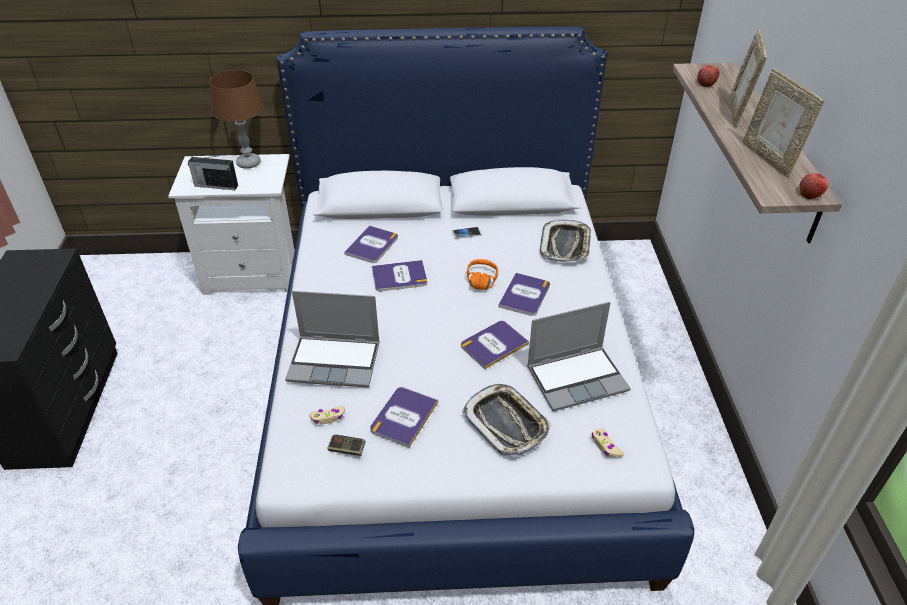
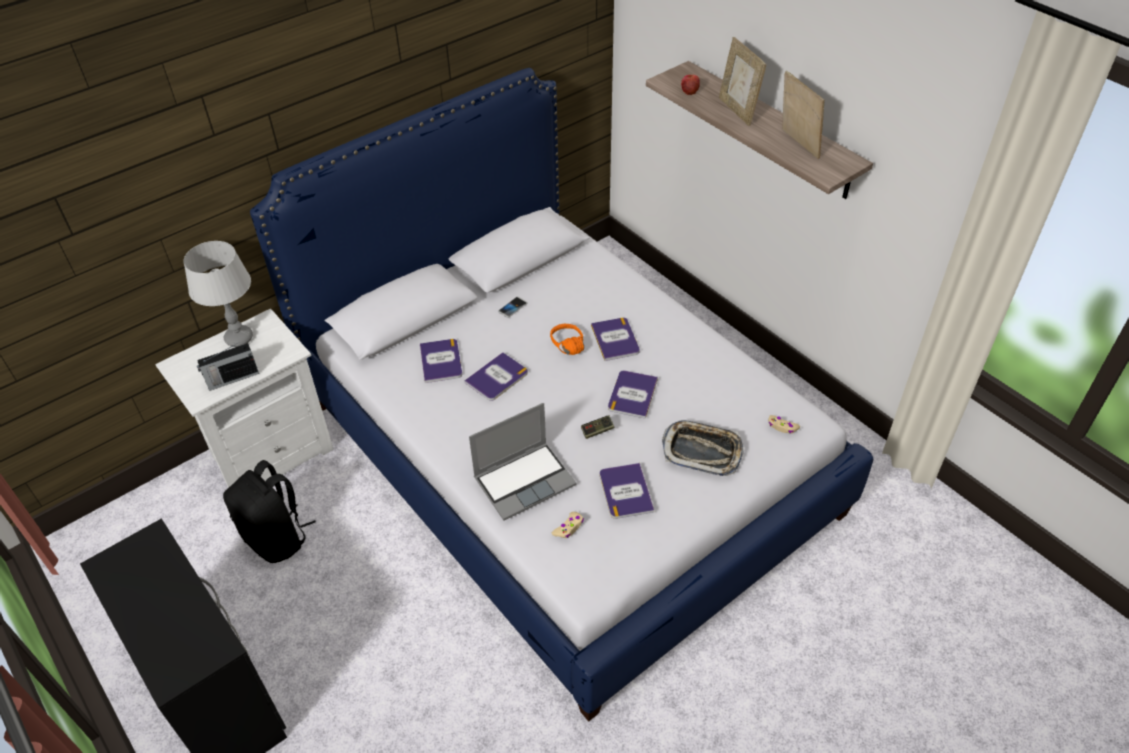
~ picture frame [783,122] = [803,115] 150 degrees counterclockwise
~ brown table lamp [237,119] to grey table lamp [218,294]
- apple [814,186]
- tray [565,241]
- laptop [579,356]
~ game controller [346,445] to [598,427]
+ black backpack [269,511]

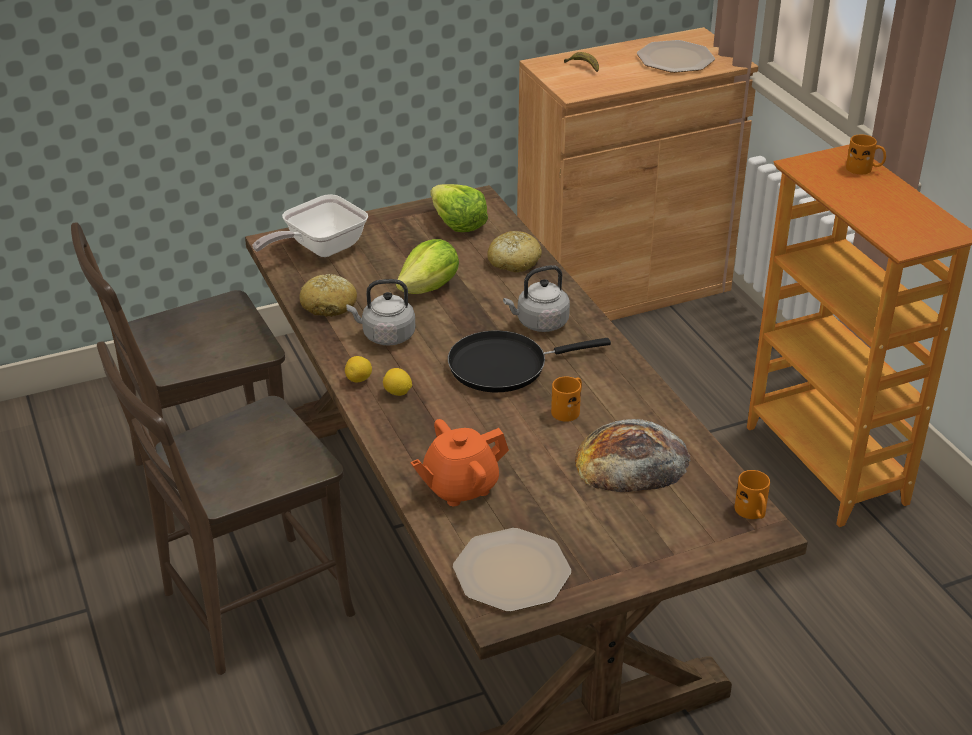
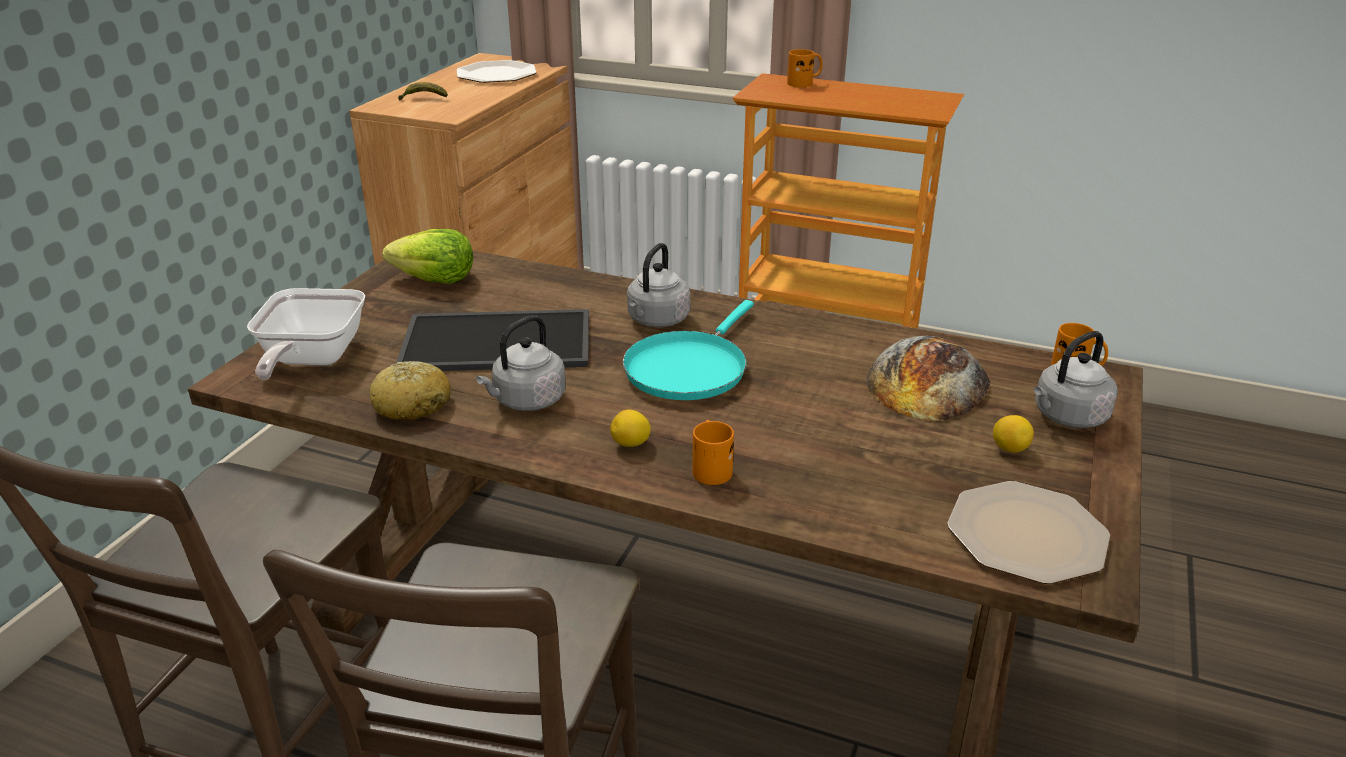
- bread [514,251]
~ lettuce [427,266] to tray [492,340]
~ black frying pan [529,361] to turquoise frying pan [688,350]
~ lemon [358,369] to [1013,434]
~ orange mug [566,399] to [713,452]
- orange teapot [459,462]
+ grey kettle [1076,379]

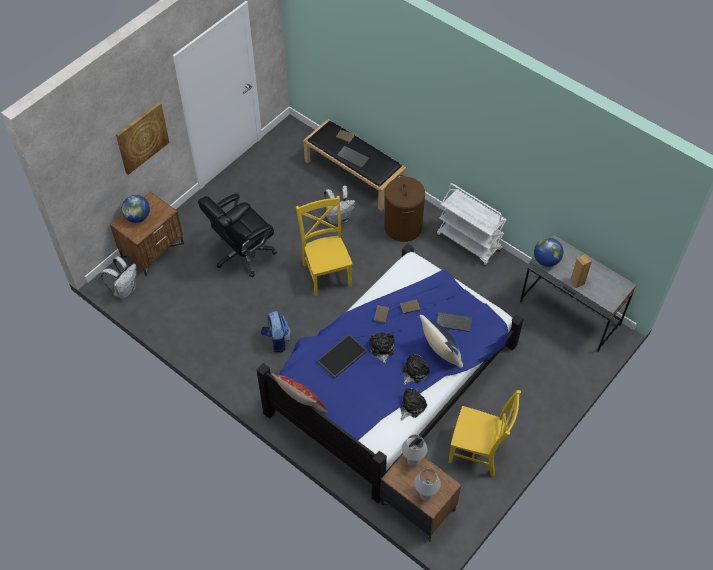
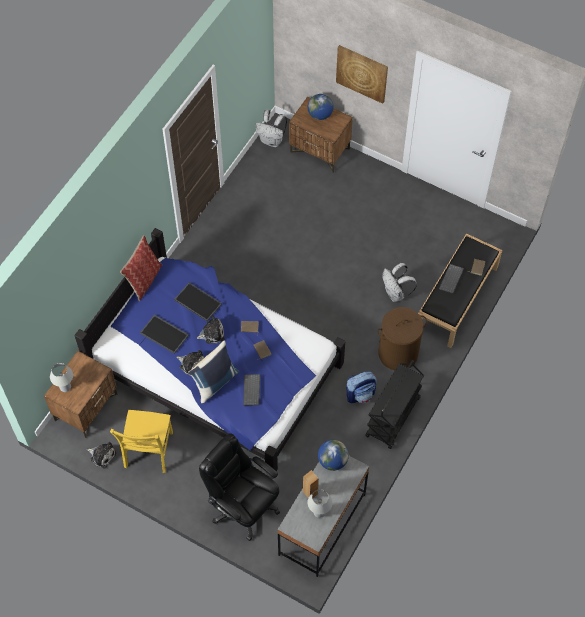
~ white cart [471,224] to black cart [394,404]
~ black office chair [237,235] to [239,487]
- yellow chair [324,246]
~ backpack [276,331] to [361,387]
~ plush toy [413,404] to [101,455]
~ white table lamp [415,450] to [320,503]
+ tray [164,334]

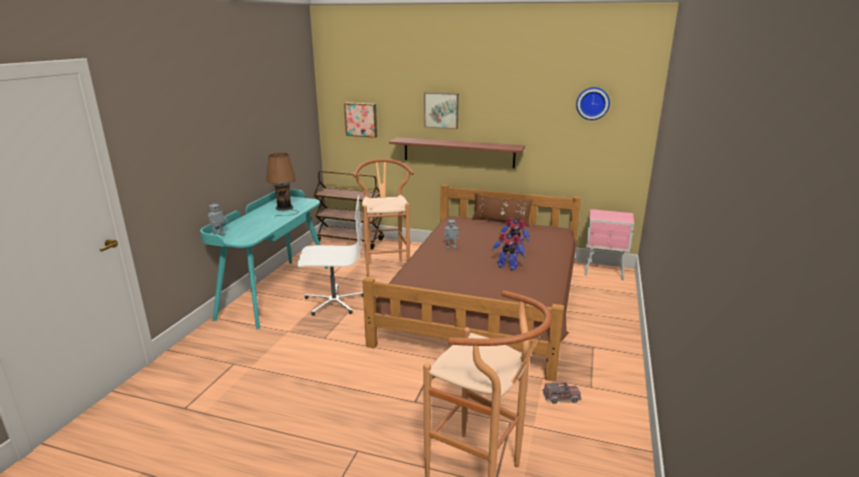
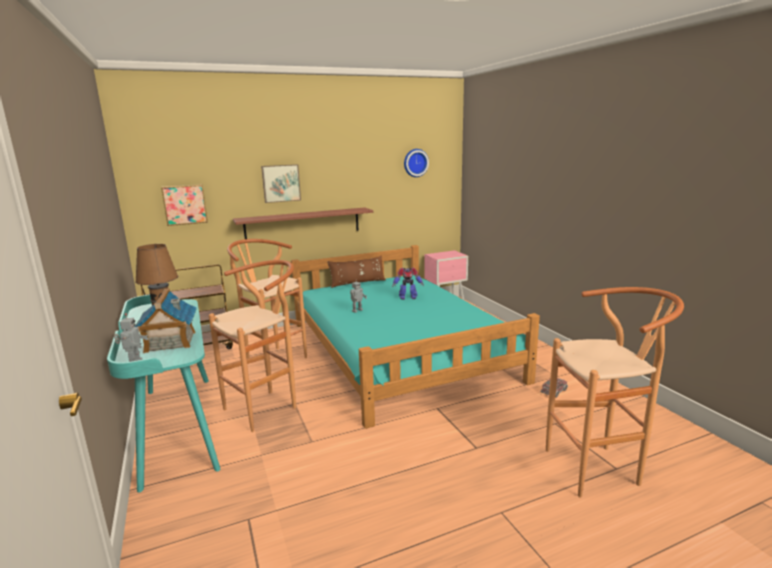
~ brown bed [471,283] to turquoise bed [415,337]
~ white office chair [330,256] to brown stool [252,346]
- toy robot [508,251]
+ toy house [165,320]

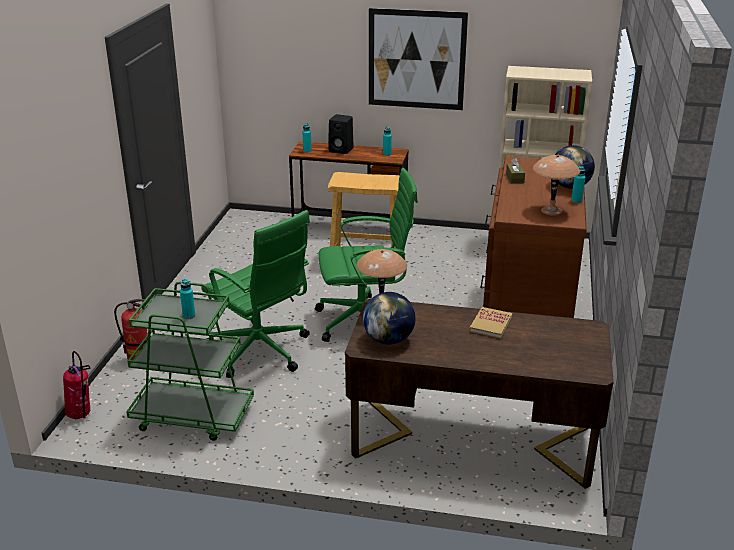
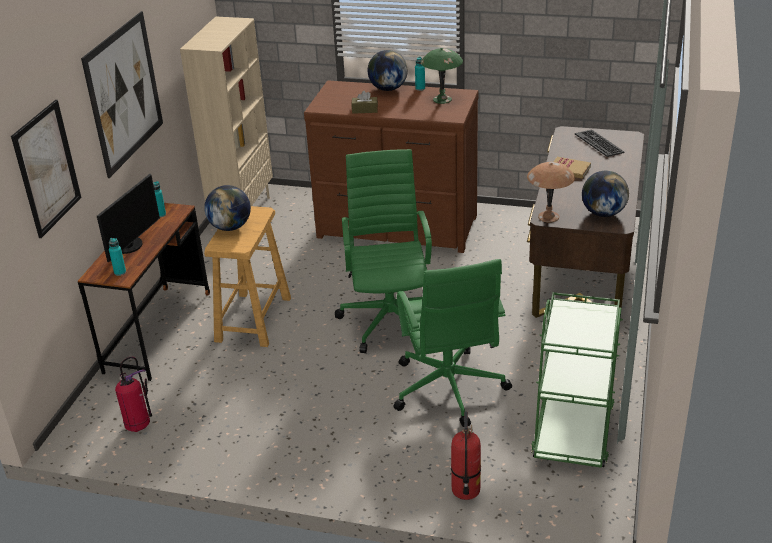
~ black speaker [341,134] to monitor [128,218]
~ brown table lamp [556,185] to green table lamp [442,76]
~ green office chair [255,294] = [453,343] 120 degrees clockwise
- turquoise bottle [187,299]
~ fire extinguisher [76,385] to [133,394]
+ picture [46,169]
+ keyboard [600,143]
+ globe [227,208]

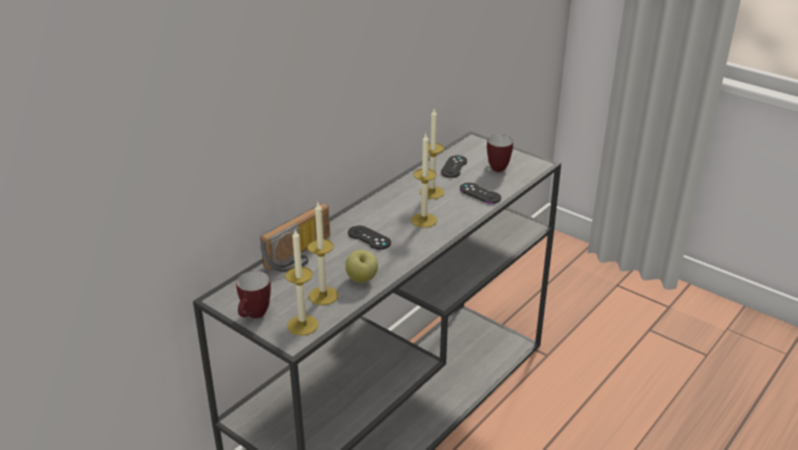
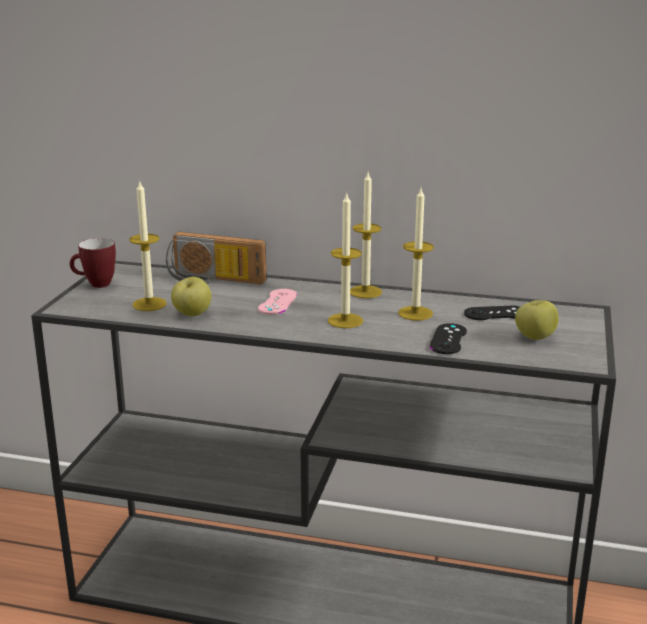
~ mug [500,153] to apple [537,320]
~ black game controller [369,238] to pink game controller [277,302]
~ candle [301,282] to [366,235]

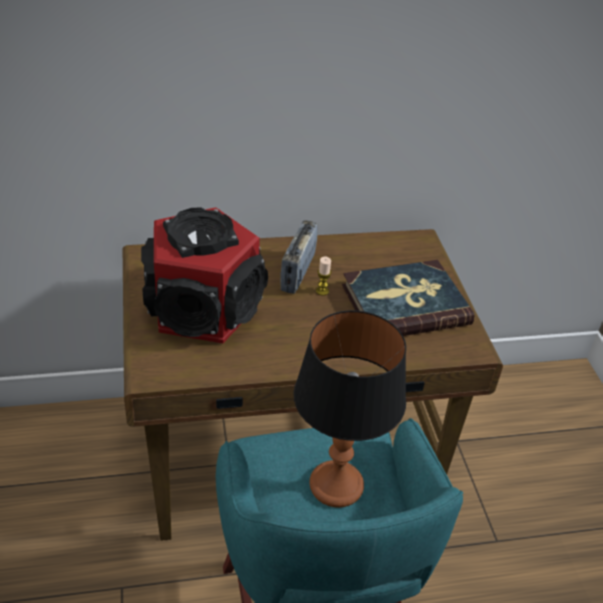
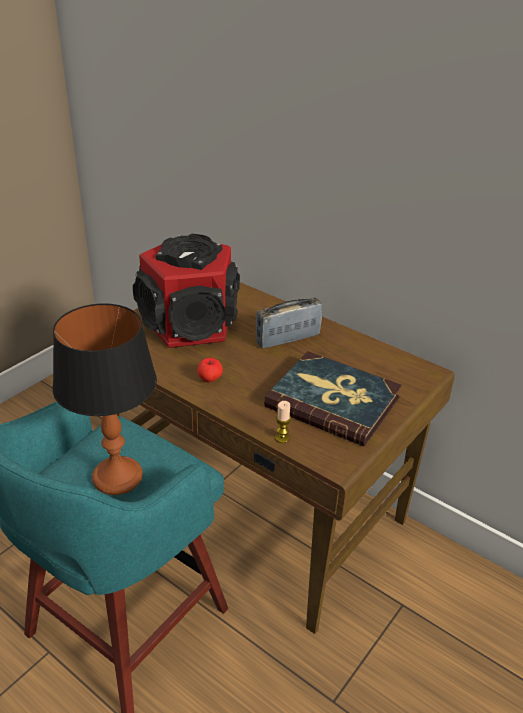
~ candle [323,276] to [283,422]
+ apple [210,370]

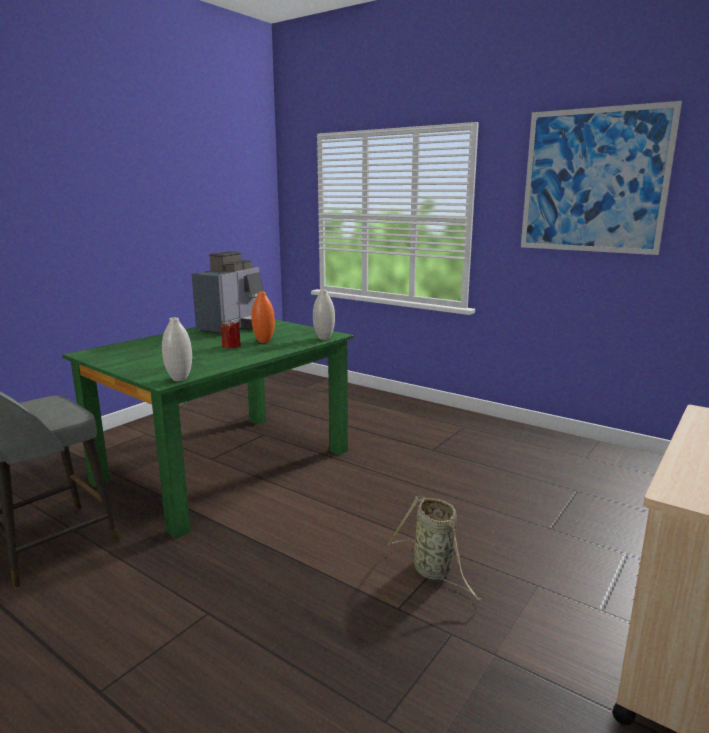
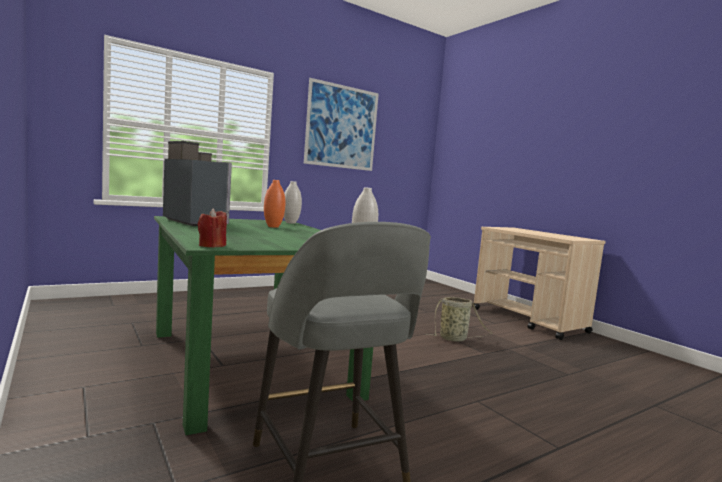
~ red candle [231,334] to [212,228]

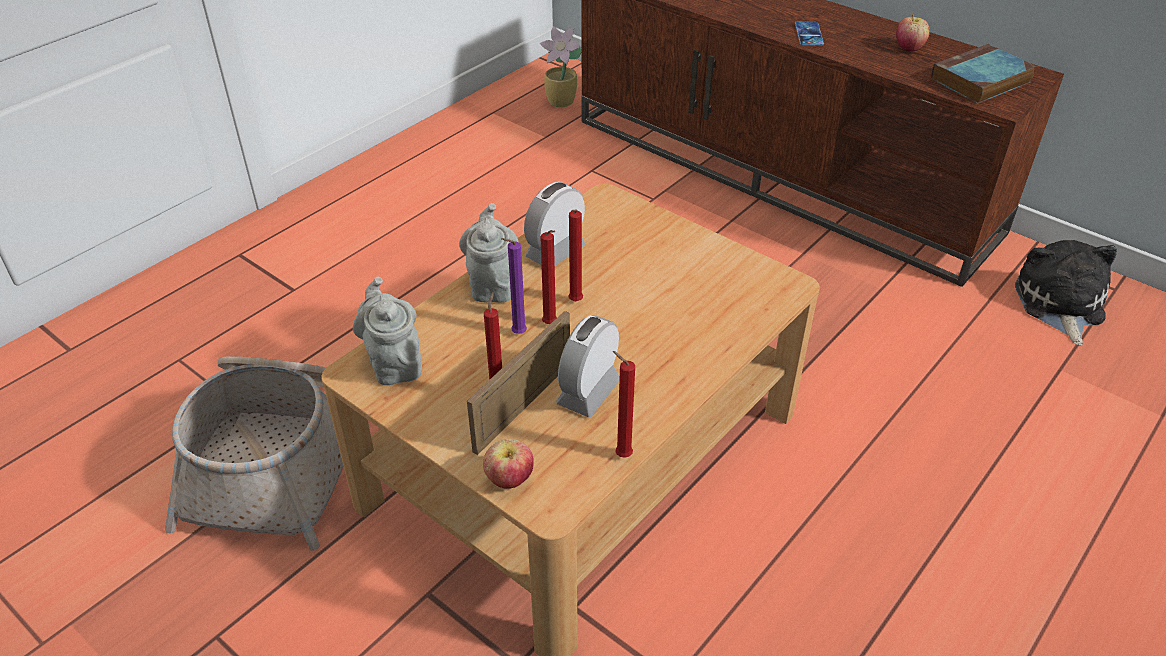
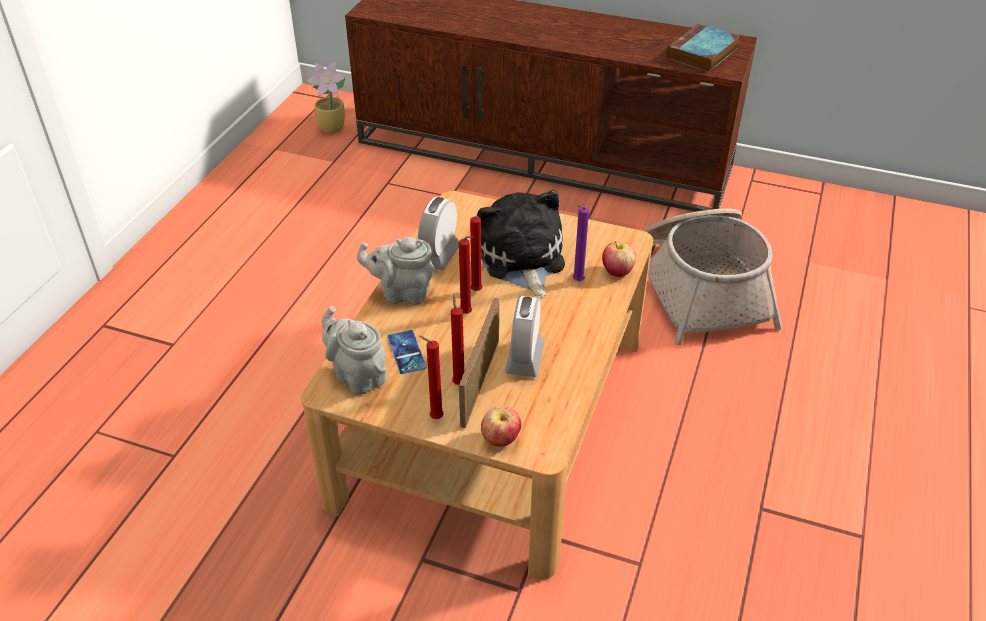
~ apple [913,33] to [619,259]
~ phone [809,33] to [407,352]
~ grey teapot [489,253] = [396,271] 60 degrees counterclockwise
~ purple candle [514,286] to [581,243]
~ plush toy [1066,292] to [521,244]
~ red candle [624,404] to [431,377]
~ basket [254,453] to [713,276]

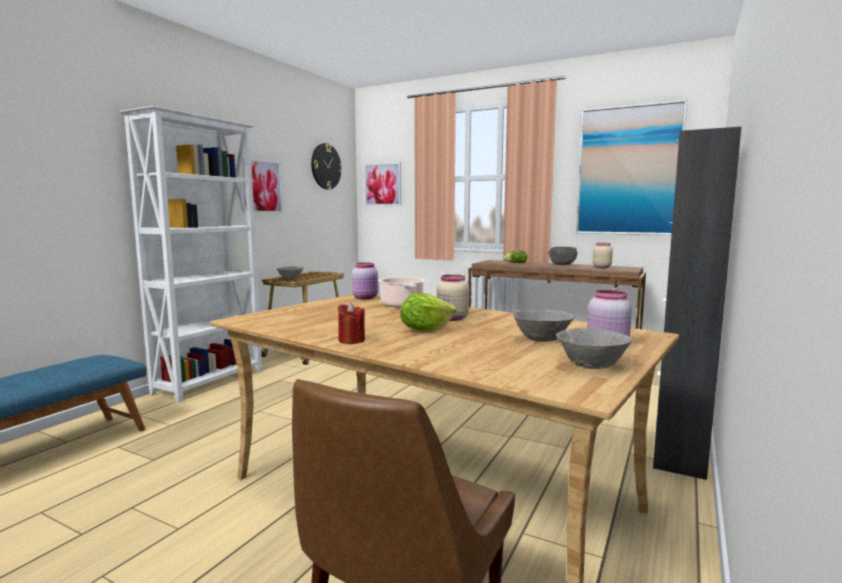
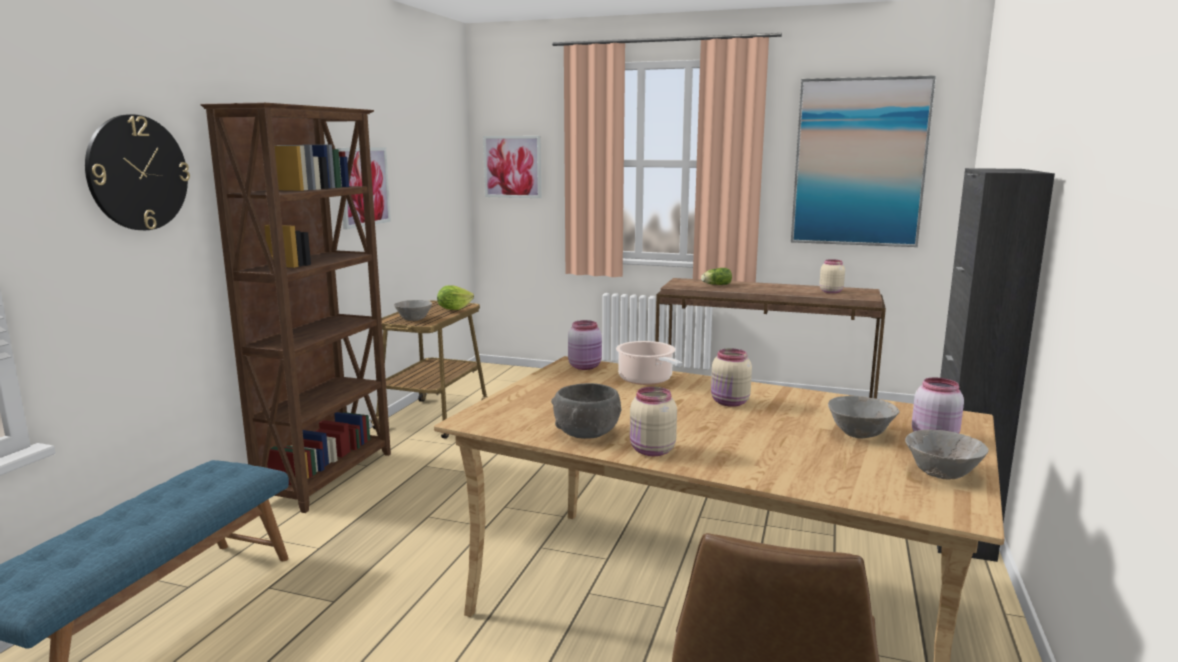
~ white bookcase [191,254] to brown bookcase [295,307]
~ wall clock [326,166] to [137,172]
~ grey bowl [563,256] to [586,411]
~ lettuce [428,312] to [455,298]
~ red candle [351,323] to beige jar [653,421]

